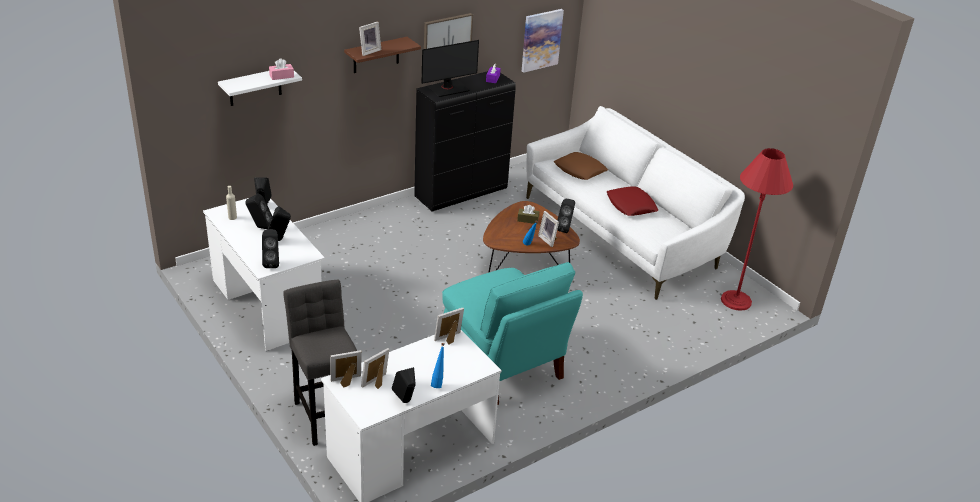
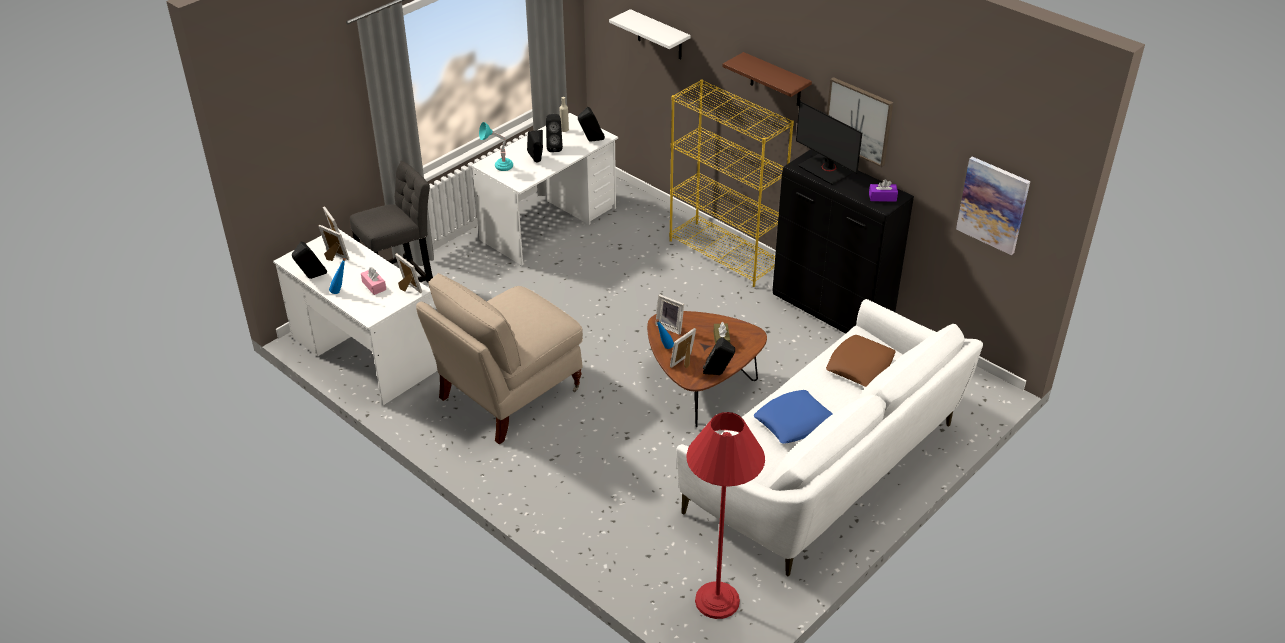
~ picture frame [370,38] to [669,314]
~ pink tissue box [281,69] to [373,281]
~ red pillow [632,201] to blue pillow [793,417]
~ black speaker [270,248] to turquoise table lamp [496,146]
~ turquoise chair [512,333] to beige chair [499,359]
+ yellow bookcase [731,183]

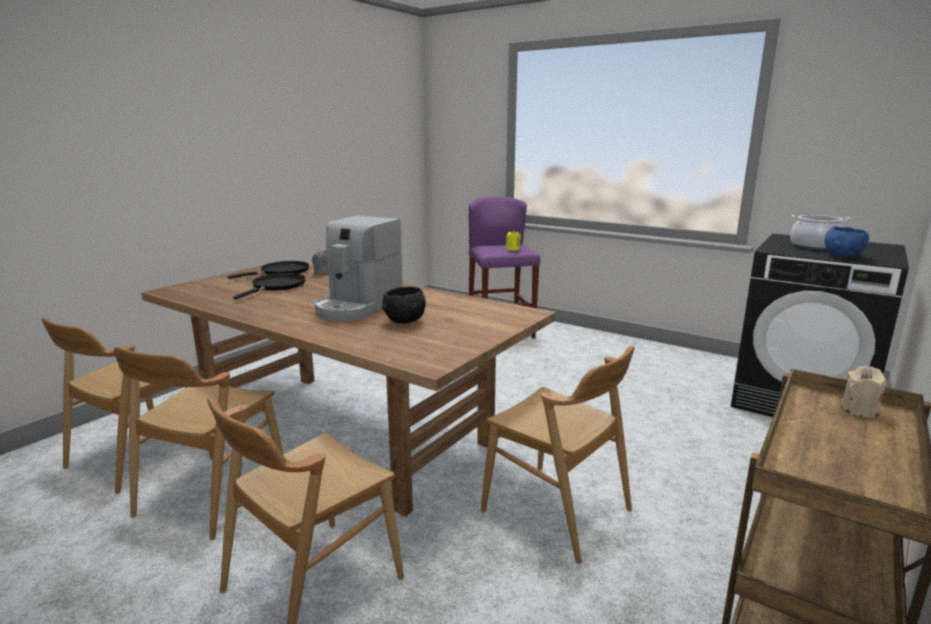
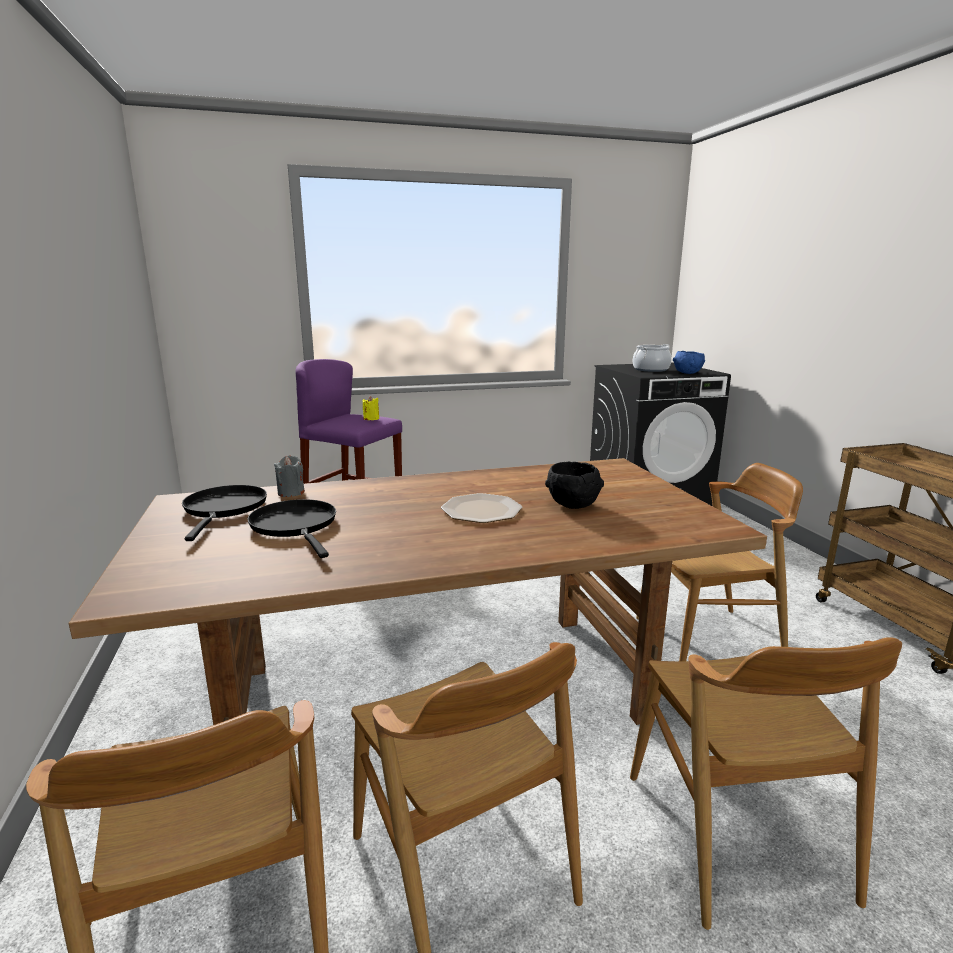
~ coffee machine [358,268] to plate [482,508]
- beige candle [863,392]

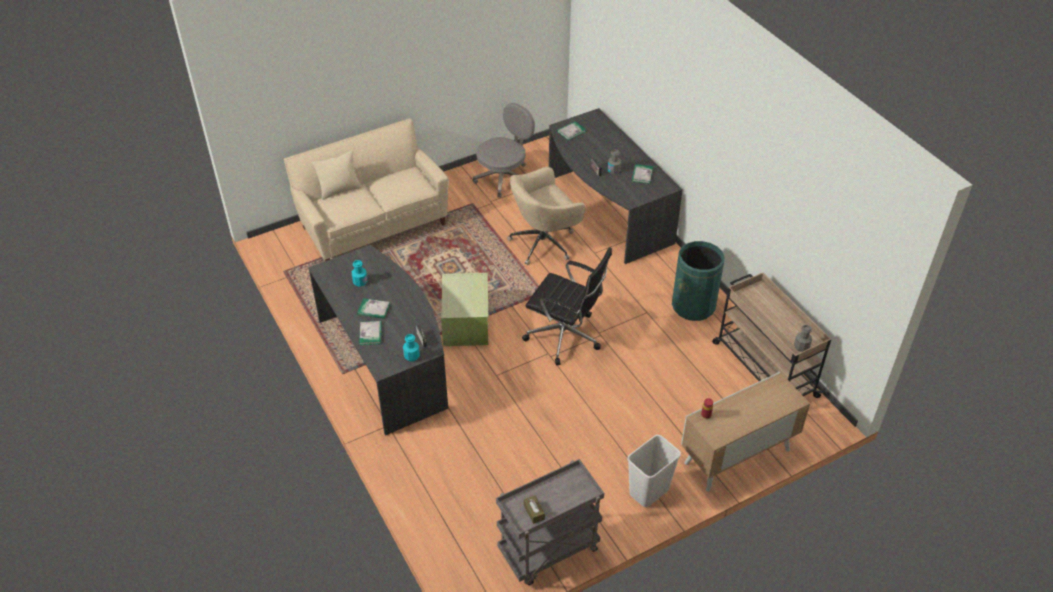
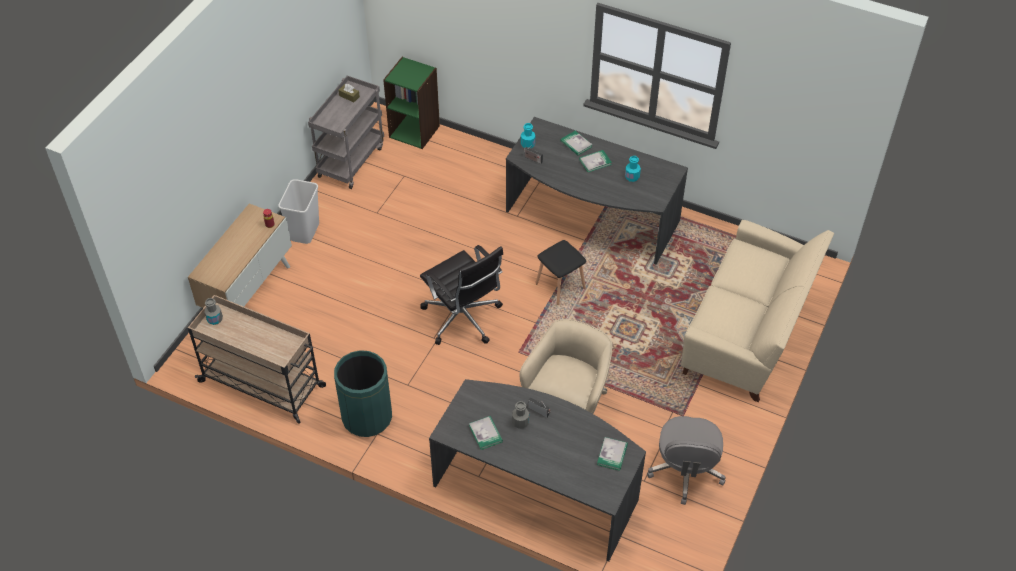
- beige pillow [337,175]
~ black office chair [567,306] = [461,295] 120 degrees counterclockwise
~ green storage box [464,309] to black stool [561,272]
+ green bookcase [411,103]

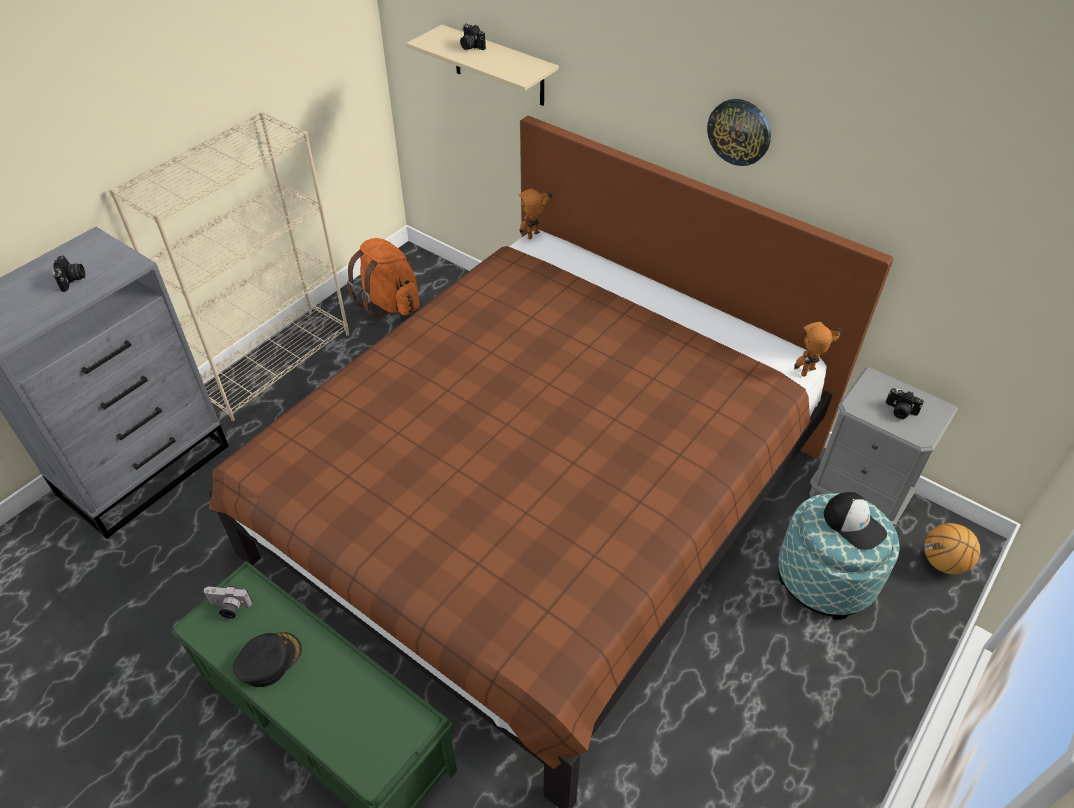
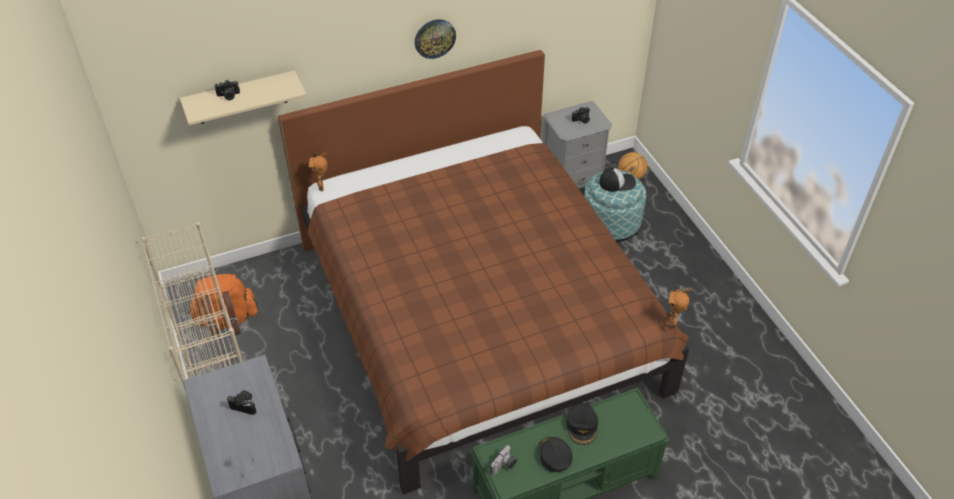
~ toy robot [818,349] to [679,307]
+ black cap [582,424]

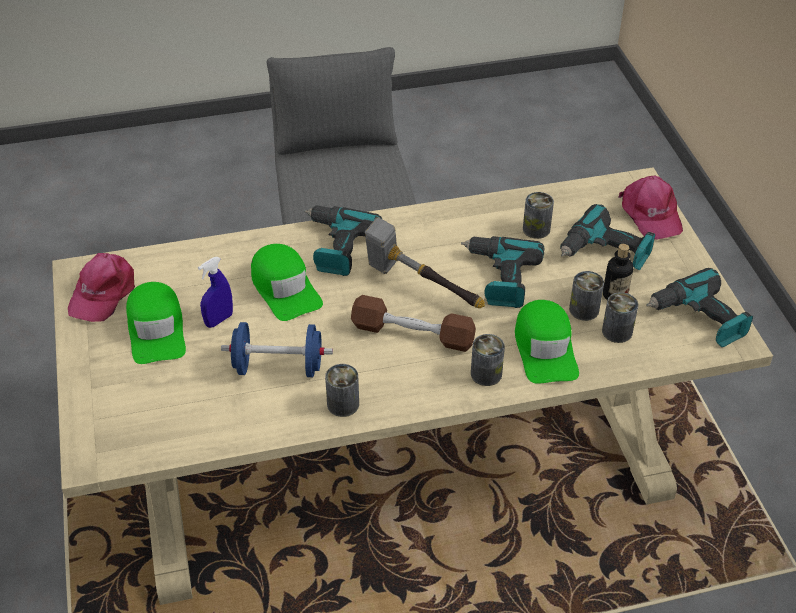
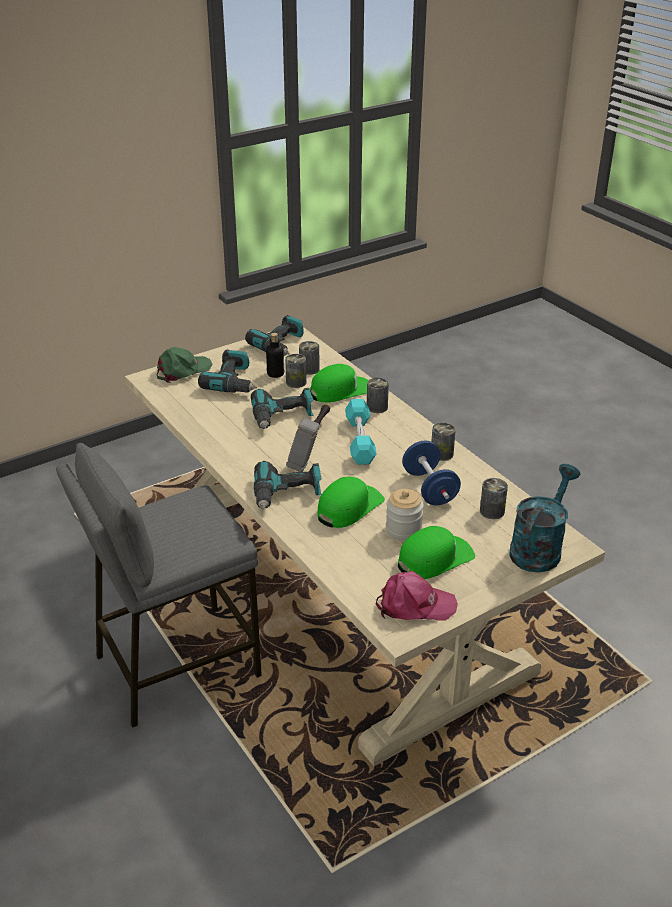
~ pink cap [650,207] to green cap [184,365]
~ can [538,215] to [494,498]
~ blue spray bottle [215,292] to jar [405,515]
~ brown dumbbell [413,323] to turquoise dumbbell [361,432]
+ turquoise watering can [544,518]

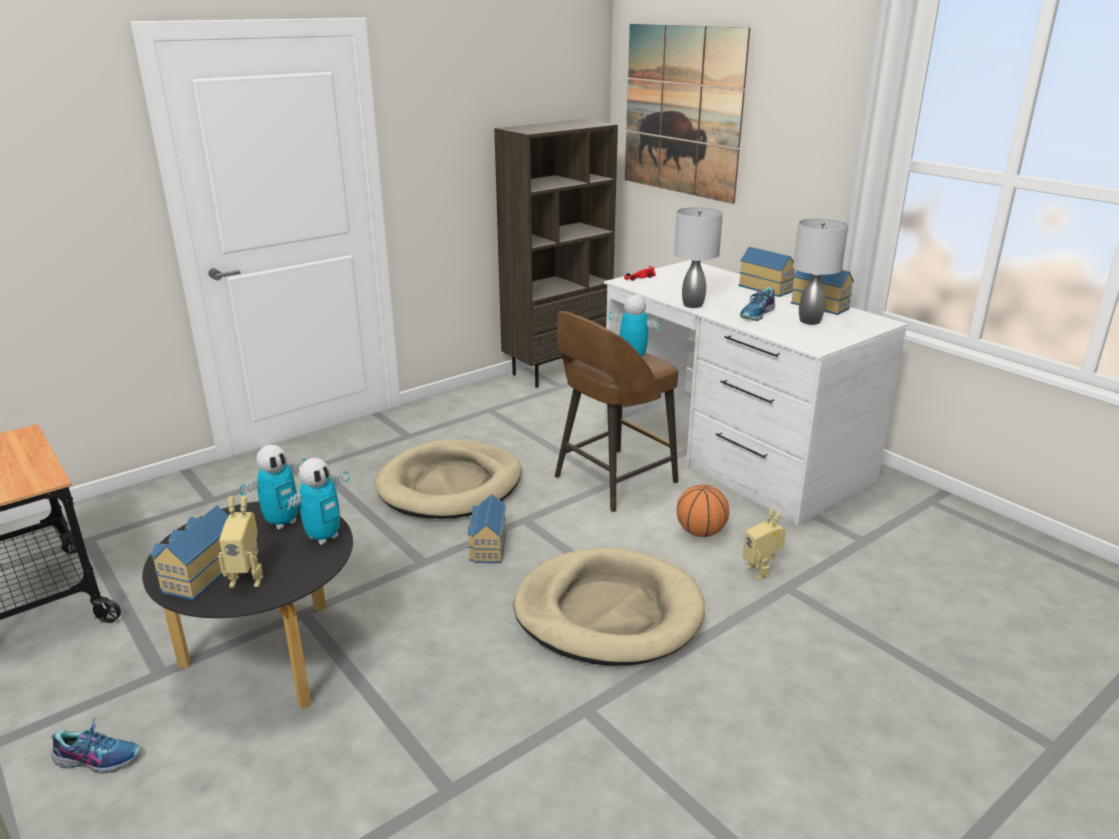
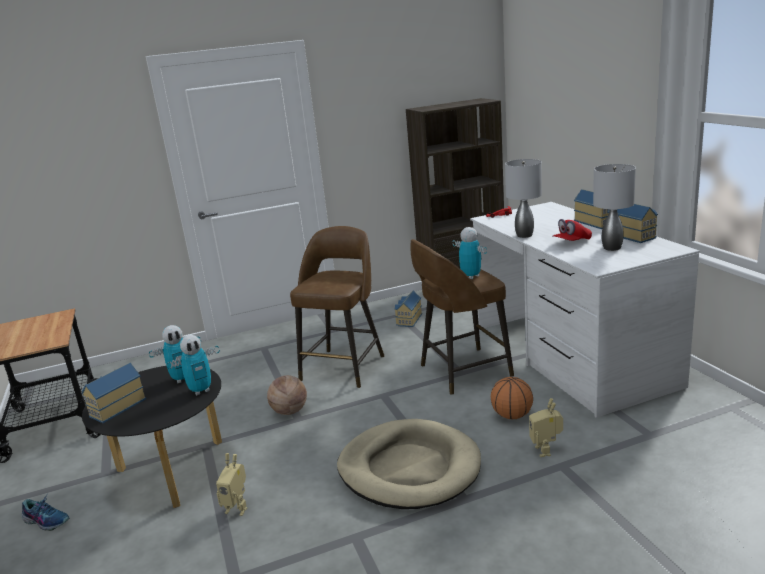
- picture [687,114]
~ shoe [757,304] to red cap [572,230]
~ beige dog bed [448,479] to brown stool [337,307]
~ toy house [486,528] to [408,309]
~ toy robot [240,541] to [231,484]
+ basketball [287,395]

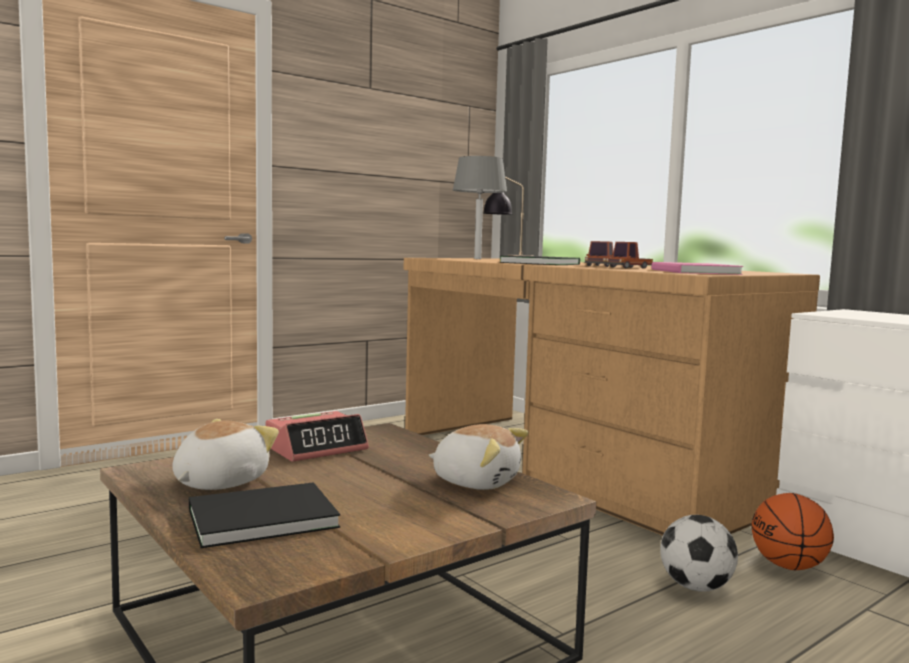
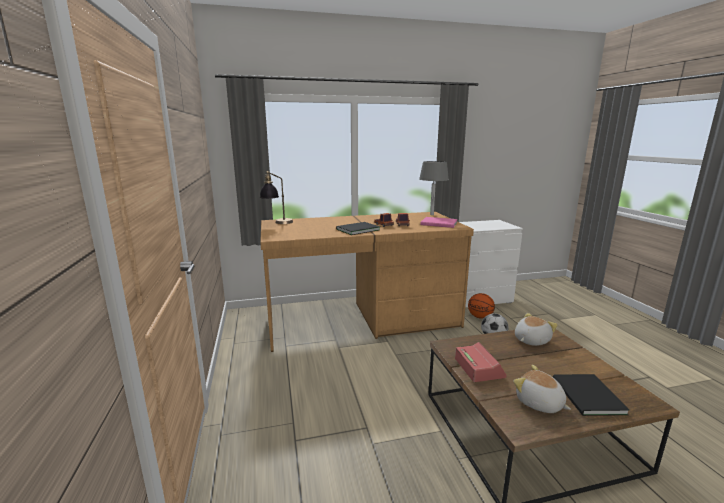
~ grey table lamp [480,207] to [434,188]

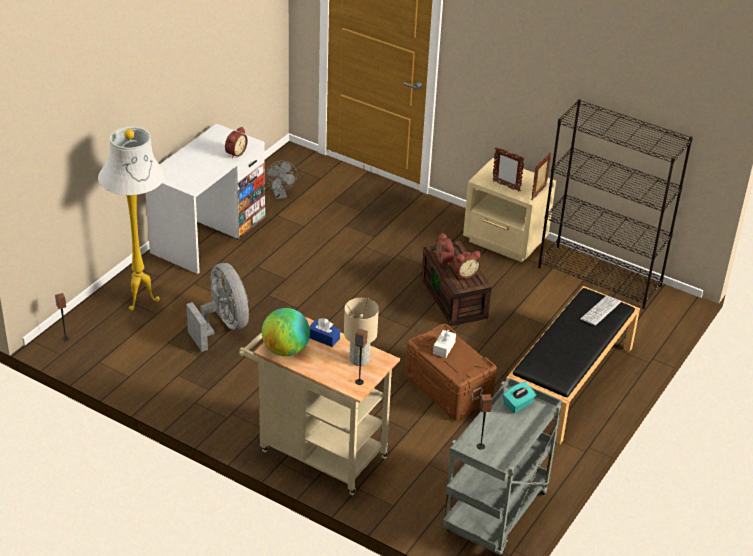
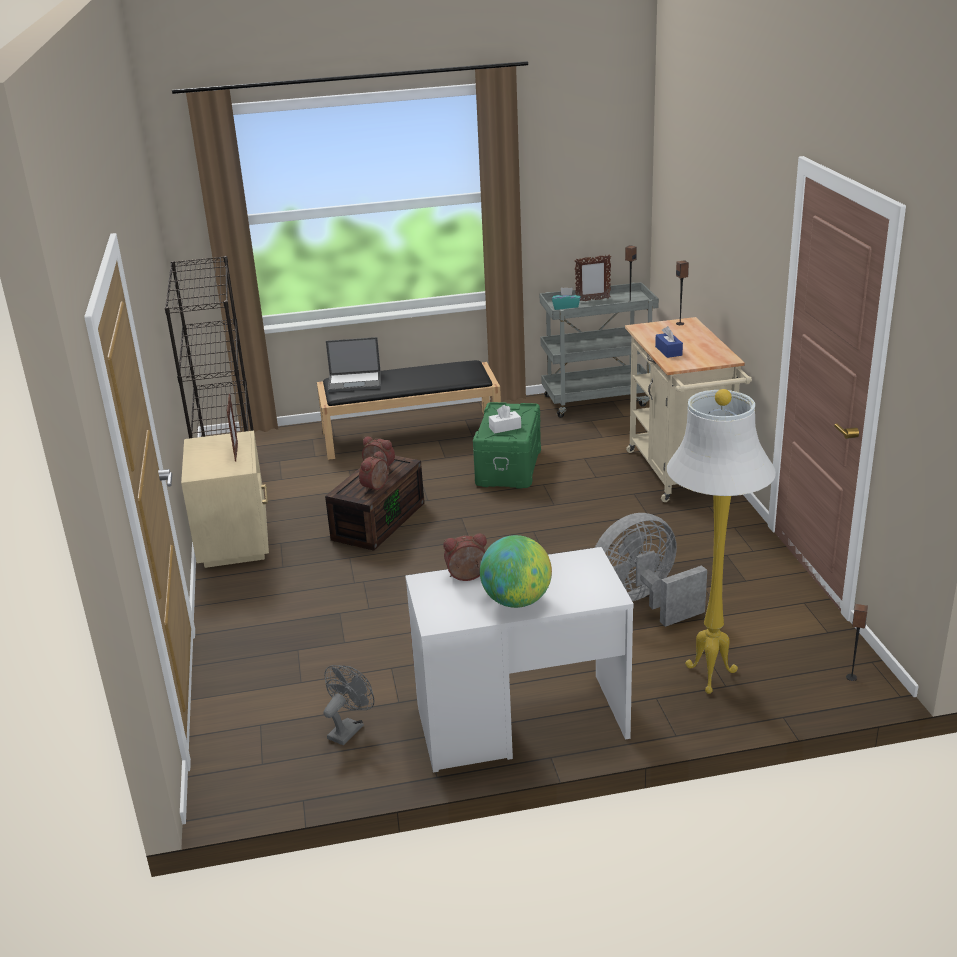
~ picture frame [541,176] to [593,278]
~ grey fan [217,307] = [651,570] 45 degrees clockwise
~ keyboard [600,310] to laptop [353,364]
- beige table lamp [361,332]
~ globe [286,332] to [516,571]
~ brown storage box [451,372] to green storage box [507,445]

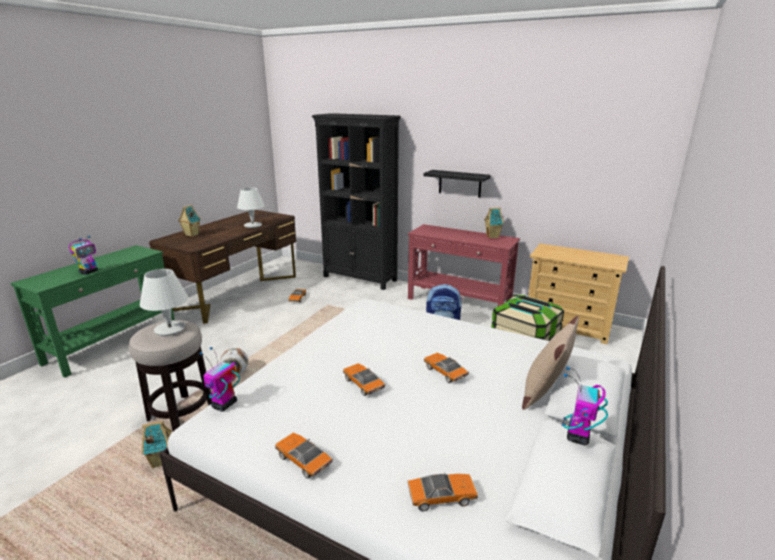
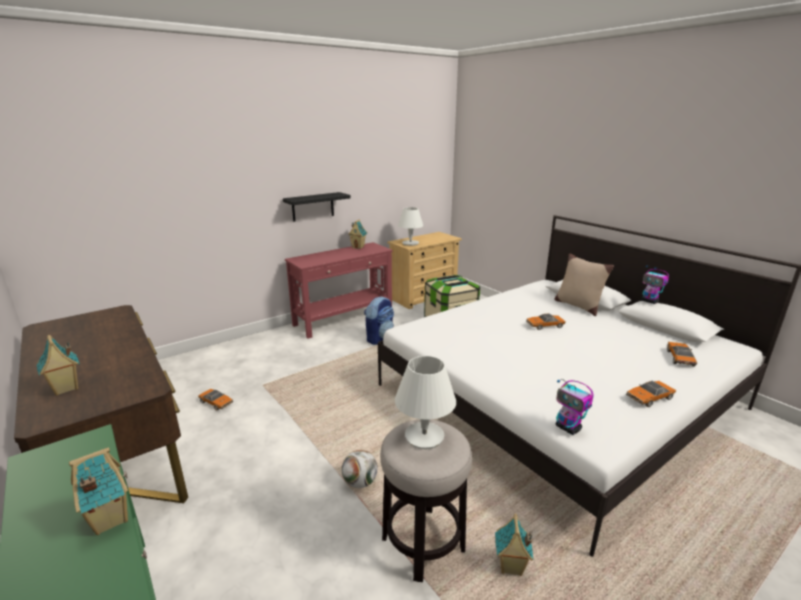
- black bookcase [356,201]
~ white table lamp [251,207] to [410,226]
~ toy robot [83,255] to toy house [98,491]
- toy car [364,379]

